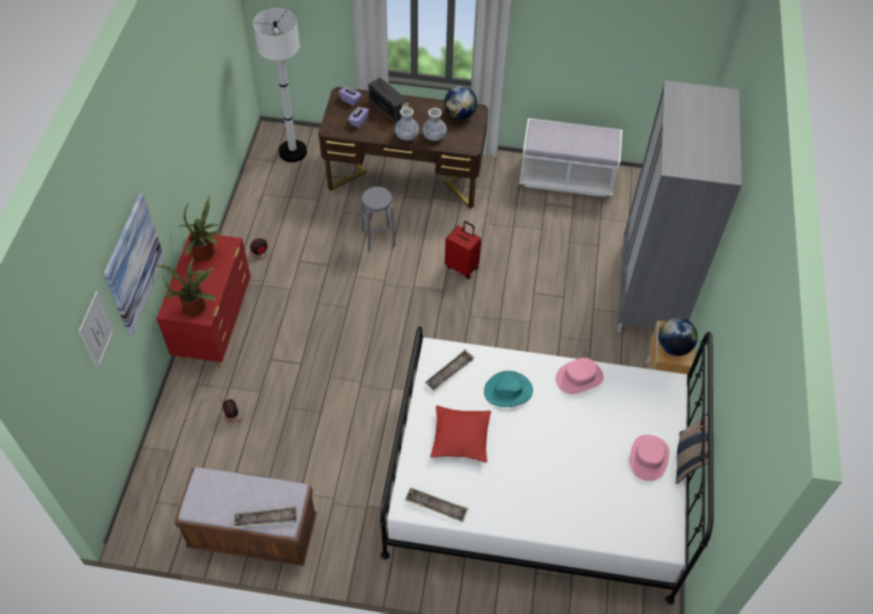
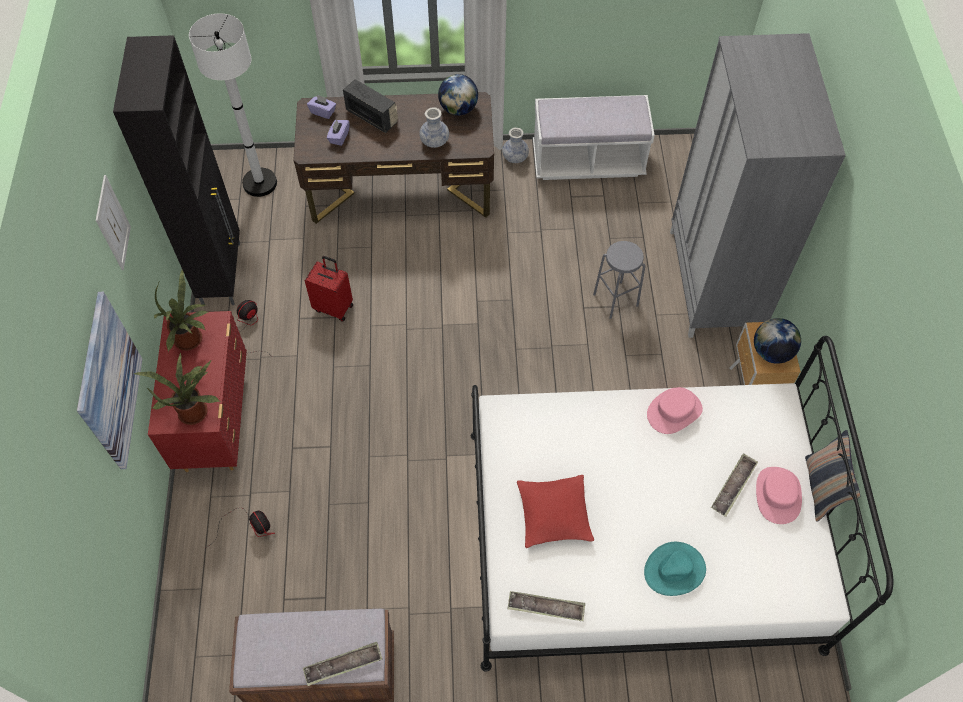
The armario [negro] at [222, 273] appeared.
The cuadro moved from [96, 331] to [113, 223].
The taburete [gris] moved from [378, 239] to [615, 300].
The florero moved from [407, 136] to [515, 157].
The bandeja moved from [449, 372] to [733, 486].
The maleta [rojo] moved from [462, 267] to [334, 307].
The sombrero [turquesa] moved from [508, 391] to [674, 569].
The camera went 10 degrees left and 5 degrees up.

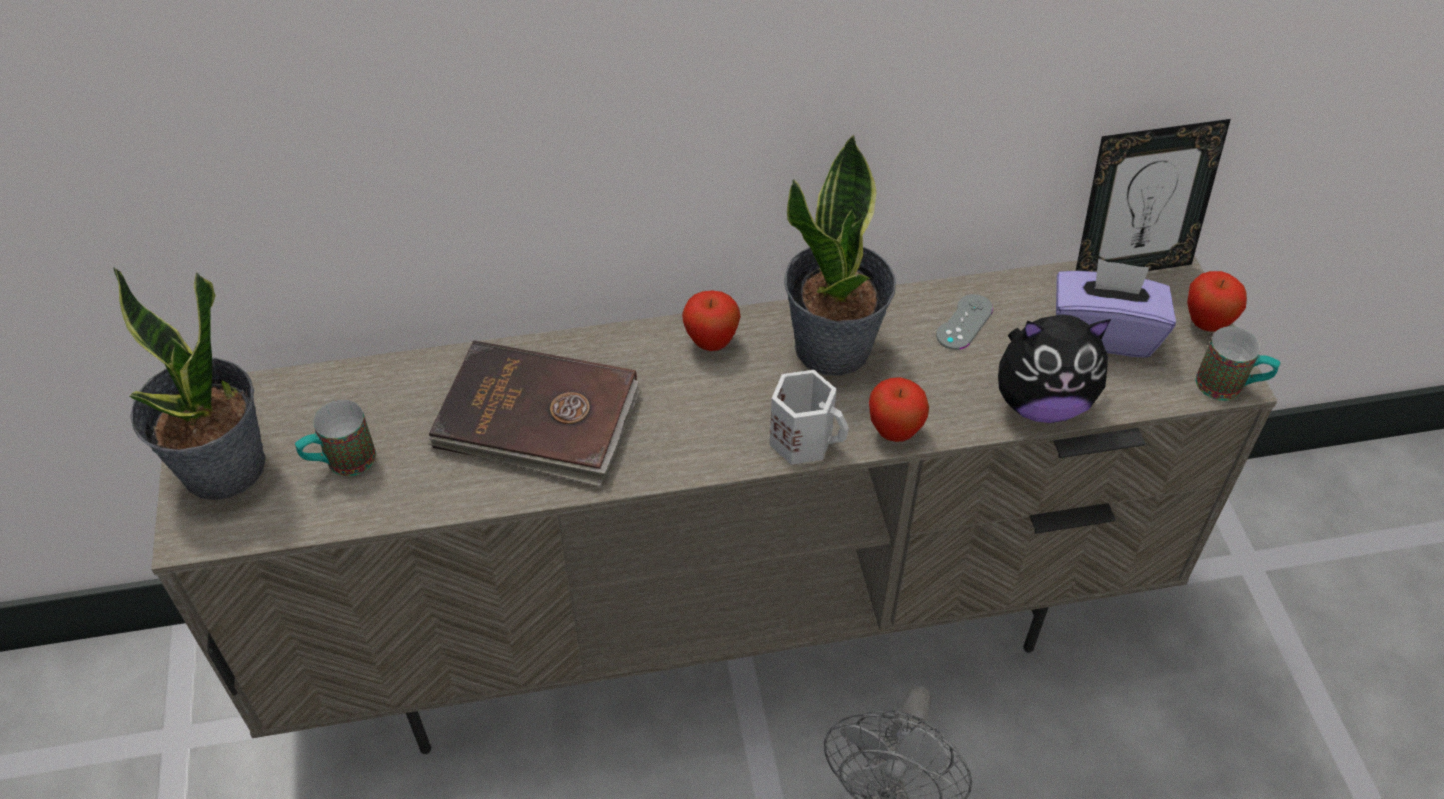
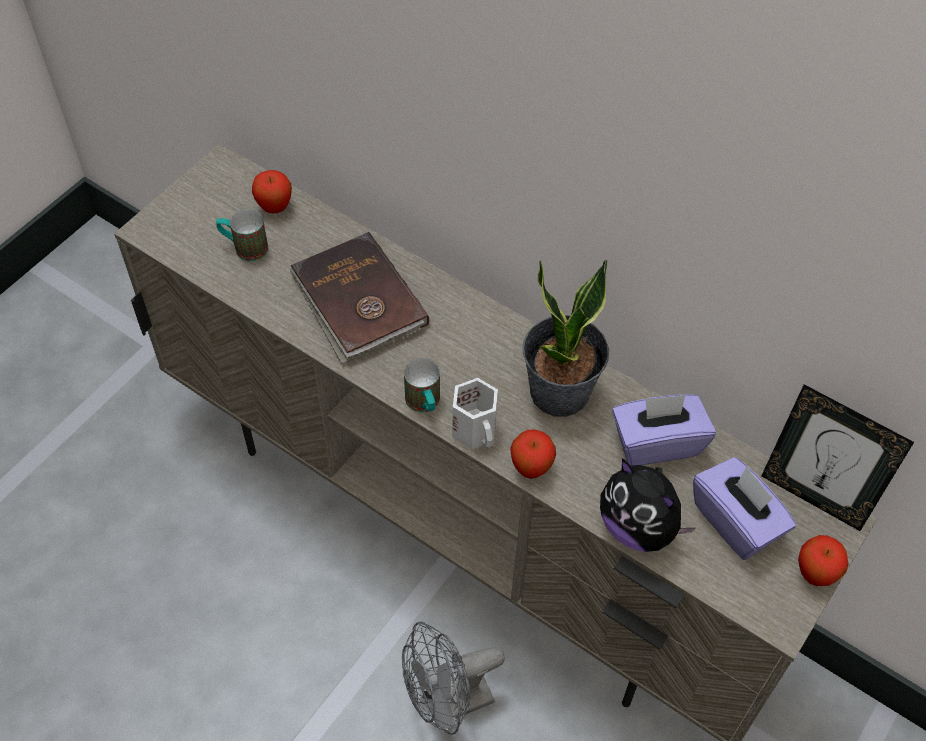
The planta en maceta at [223, 468] disappeared.
The manzana moved from [711, 342] to [275, 207].
The taza grande moved from [1229, 387] to [425, 405].
The mando de consola [gris] at [964, 322] was replaced by the caja de pañuelos [morado] at [657, 442].
The camera went 45 degrees right and 5 degrees up.

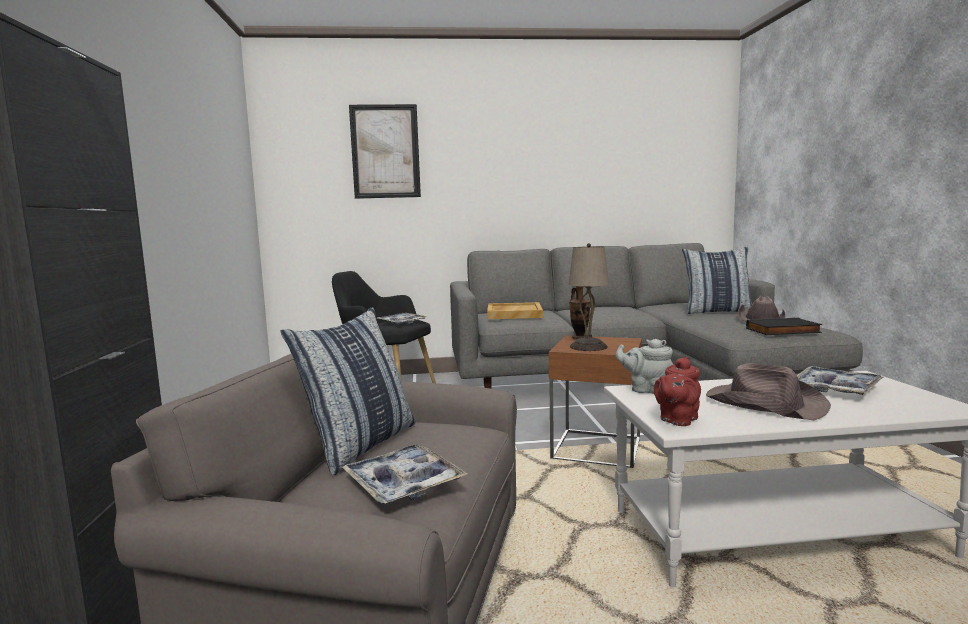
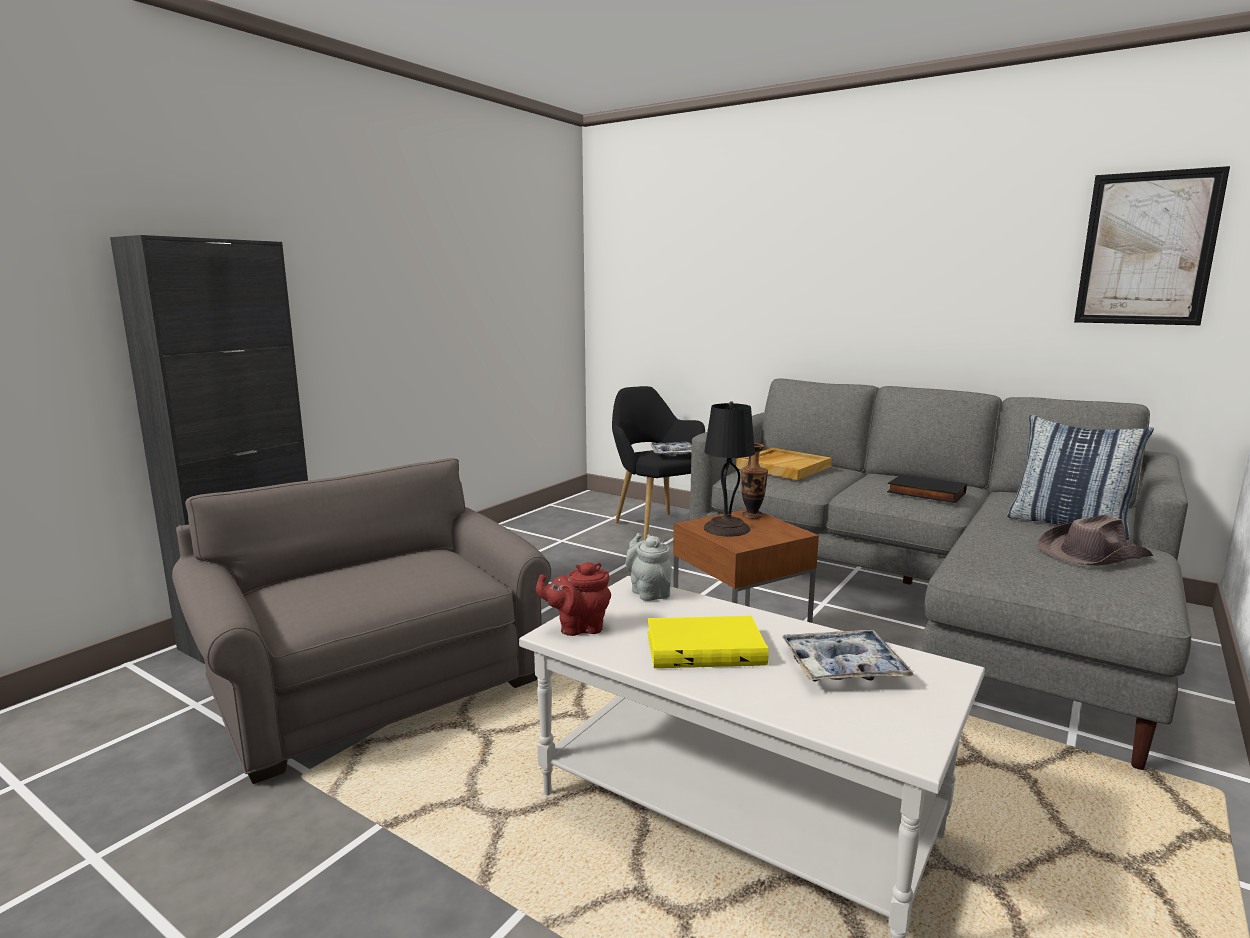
The cojín at [361, 445] disappeared.
The bandeja at [403, 484] disappeared.
The cuadro moved from [385, 151] to [1147, 249].
The libro [negro] moved from [783, 331] to [925, 493].
The sombrero [marrón] at [764, 403] was replaced by the libro [amarillo] at [705, 647].
The lámpara de mesa [beis] at [589, 347] became the lámpara de mesa [negro] at [726, 529].
The camera went 40 degrees right and 5 degrees up.

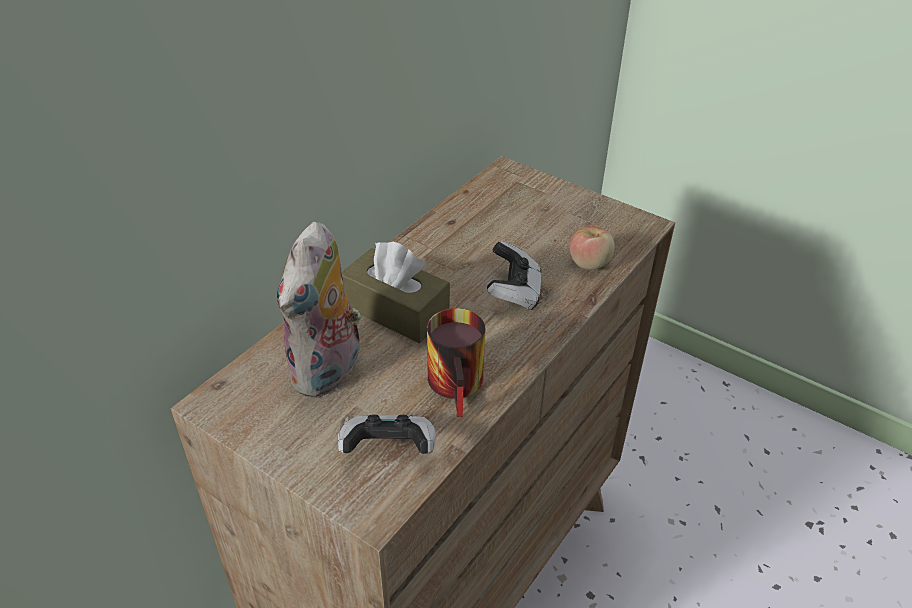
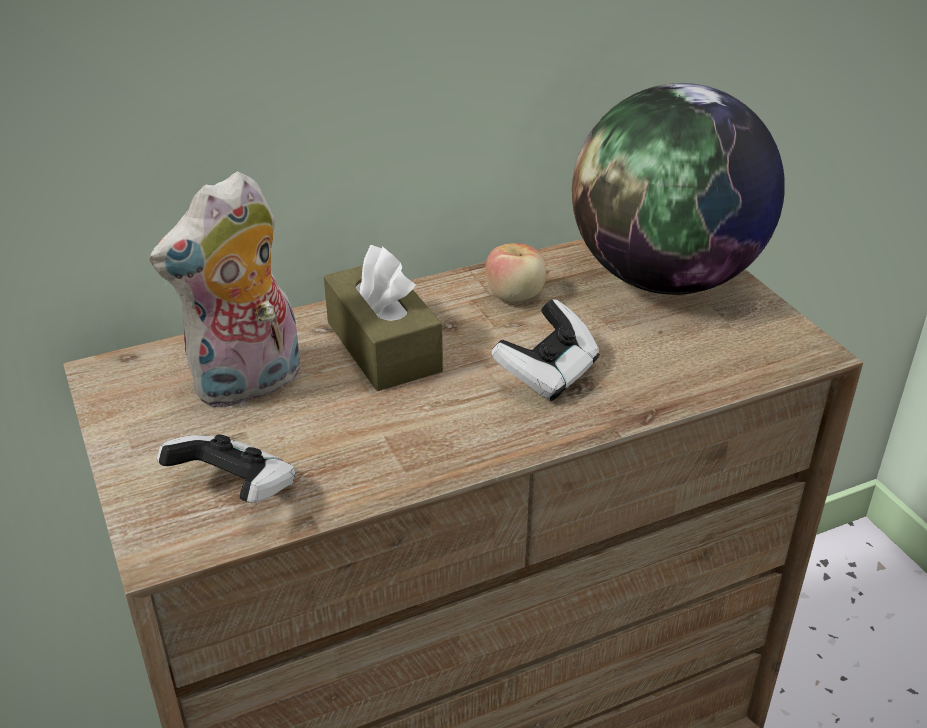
The taza grande at [461, 385] disappeared.
The globo terráqueo at [665, 279] appeared.
The manzana moved from [589, 263] to [515, 295].
The camera went 30 degrees right and 5 degrees down.

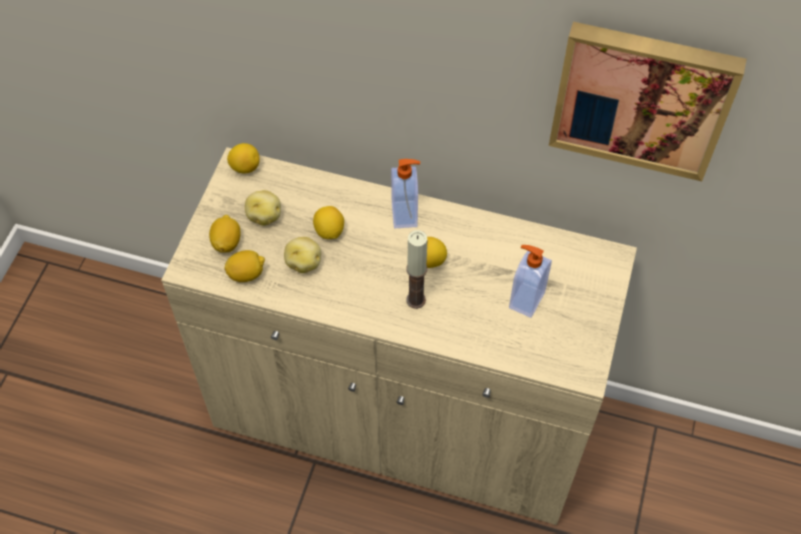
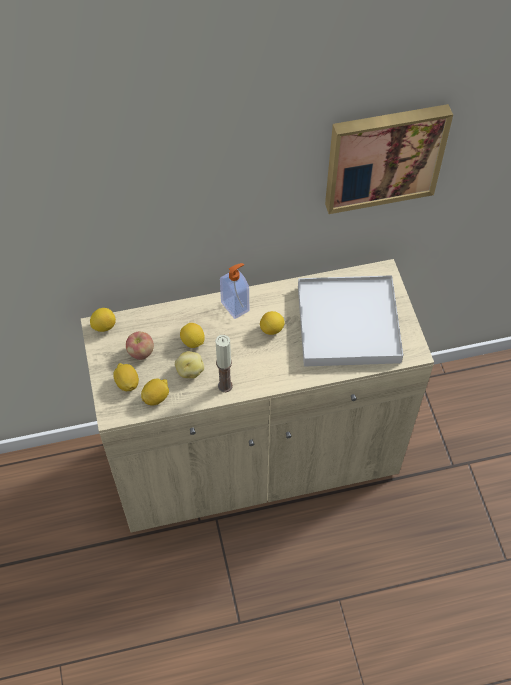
The vela moved from [415, 300] to [225, 386].
The patata at [264, 215] was replaced by the manzana at [141, 352].
The dispensador de jabón at [525, 299] was replaced by the bandeja [blanco] at [348, 324].
The camera went 30 degrees left and 0 degrees up.

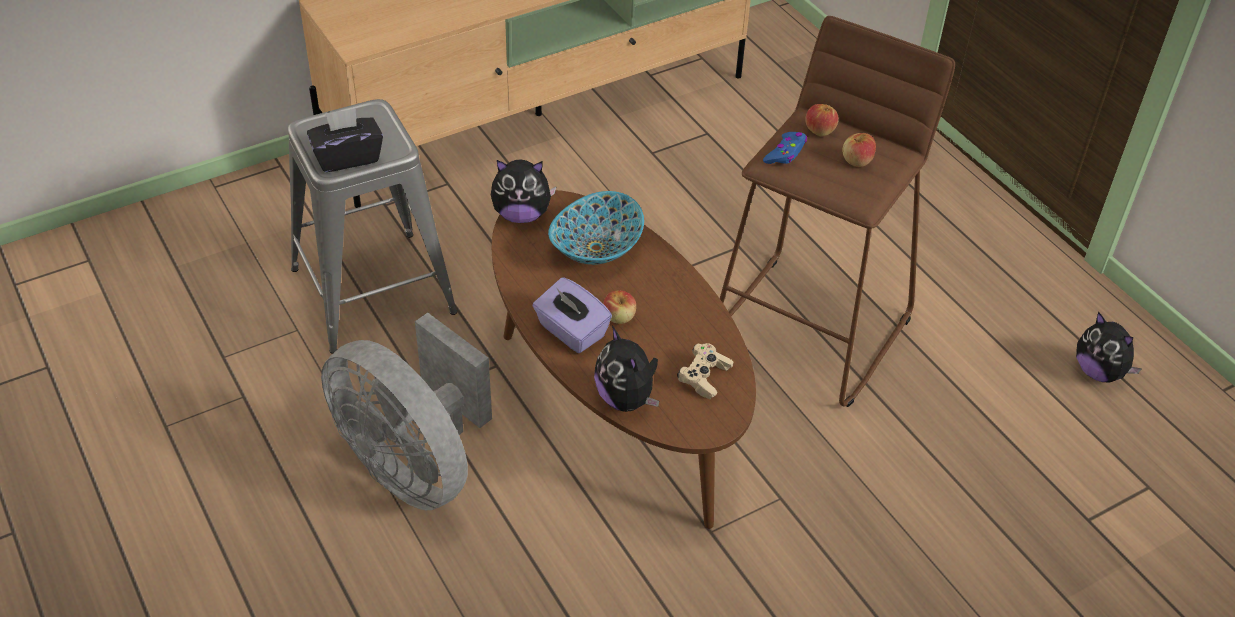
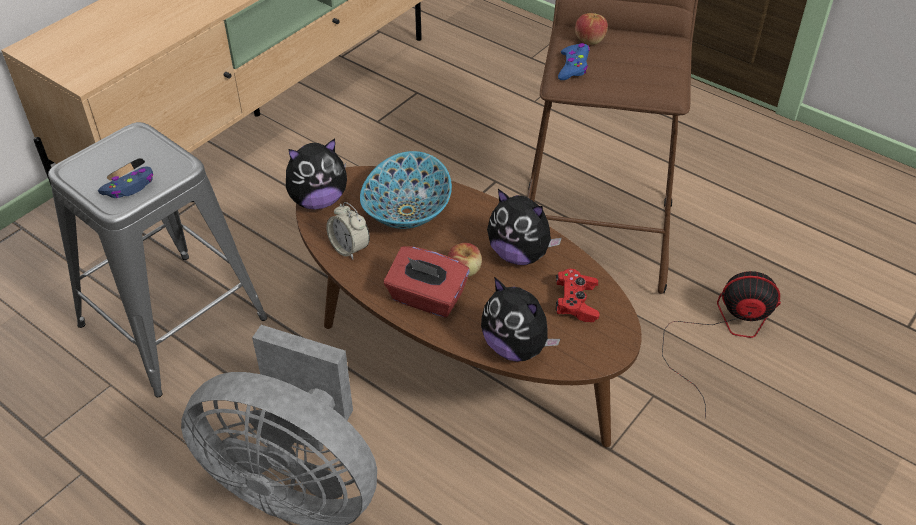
The manzana at [857, 161] disappeared.
The despertador at [349, 248] appeared.
The ventilador at [722, 335] appeared.
The peluche moved from [1099, 372] to [519, 254].
The caja de pañuelos [negro] at [347, 157] was replaced by the mando de consola [azul] at [130, 188].
The caja de pañuelos [morado] at [571, 332] became the caja de pañuelos [rojo] at [426, 298].
The mando de consola [beis] at [704, 377] became the mando de consola [rojo] at [576, 303].
The camera went 20 degrees left and 0 degrees up.

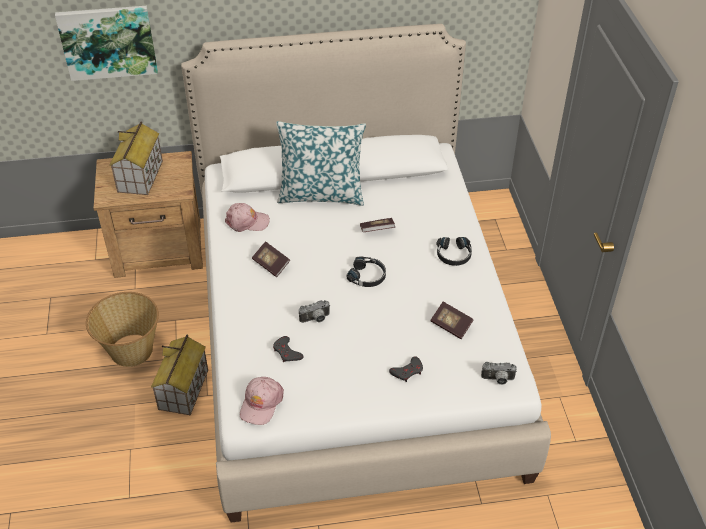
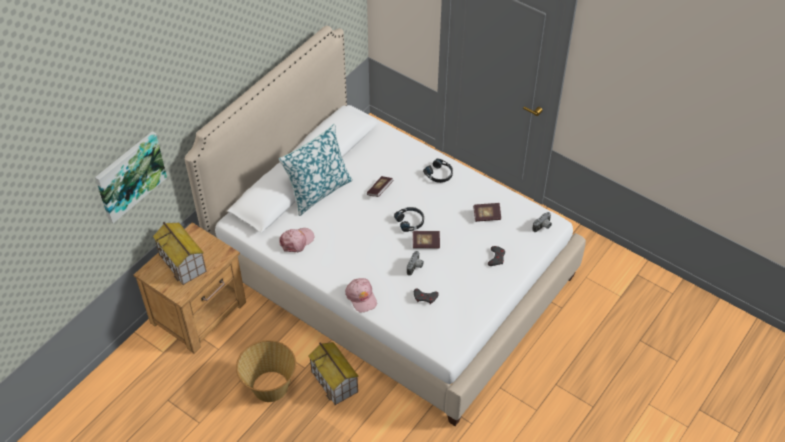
The gorra [rosa] moved from [261, 403] to [361, 297].
The libro moved from [271, 264] to [426, 243].
The camera went 45 degrees left and 5 degrees up.

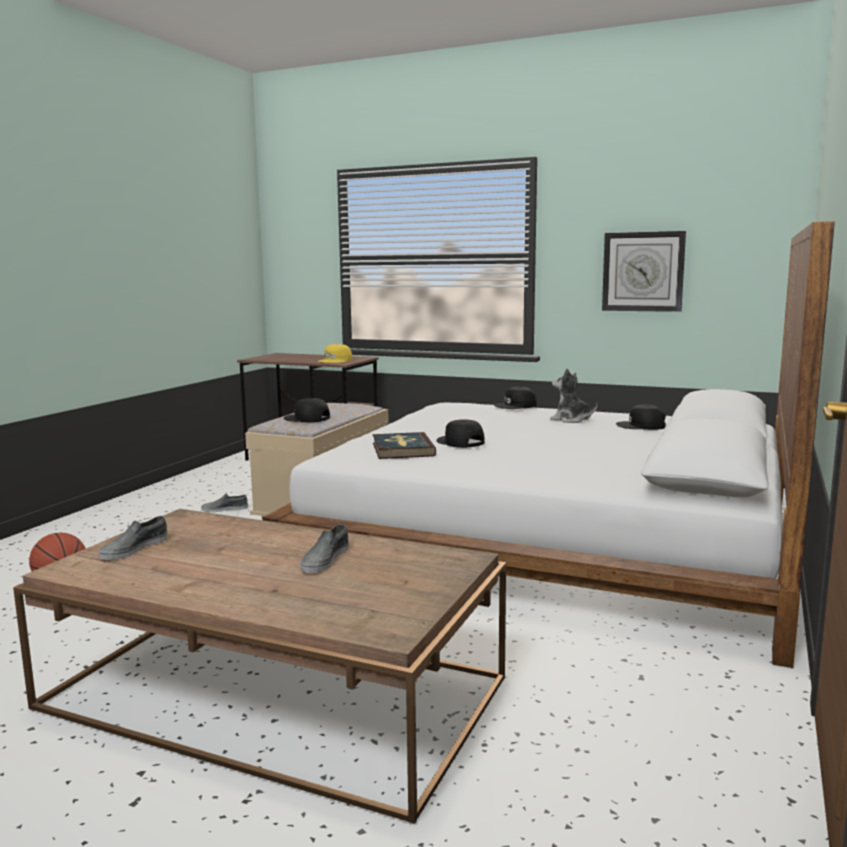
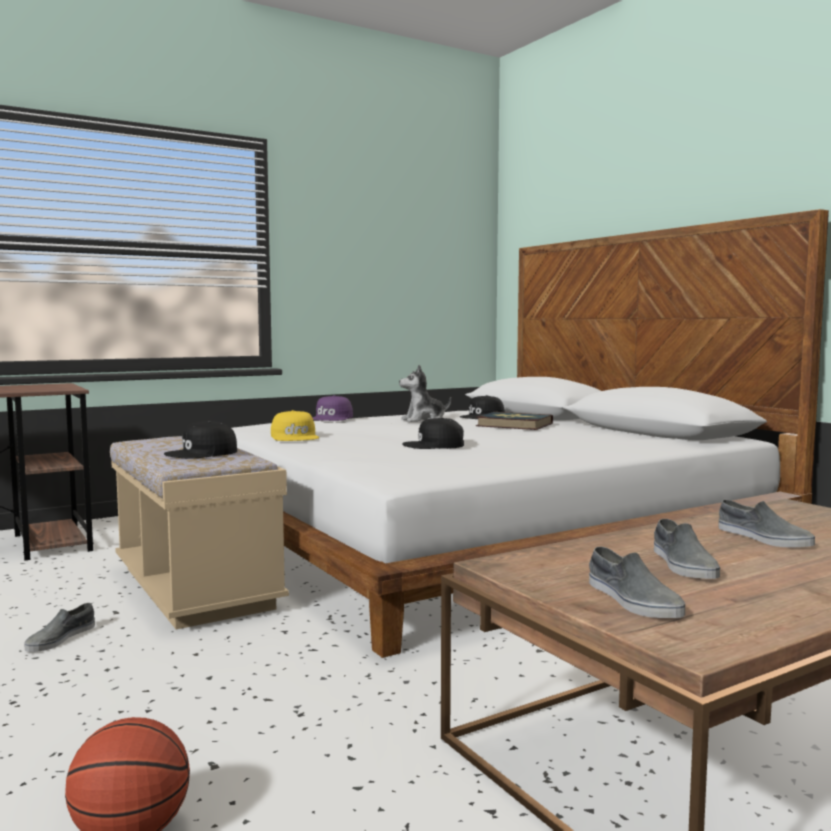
The reloj de pared at [643, 271] disappeared.
The zapato [gris] at [683, 564] appeared.
The gorra [amarillo] moved from [335, 360] to [295, 437].
The libro moved from [402, 449] to [514, 425].
The gorra [negro] at [516, 406] became the gorra [morado] at [332, 418].
The camera went 55 degrees left and 5 degrees down.

